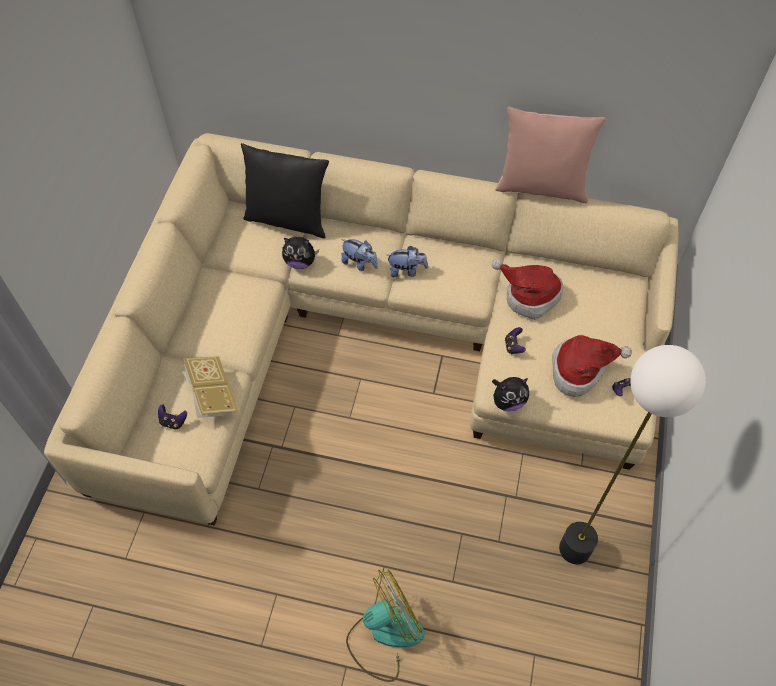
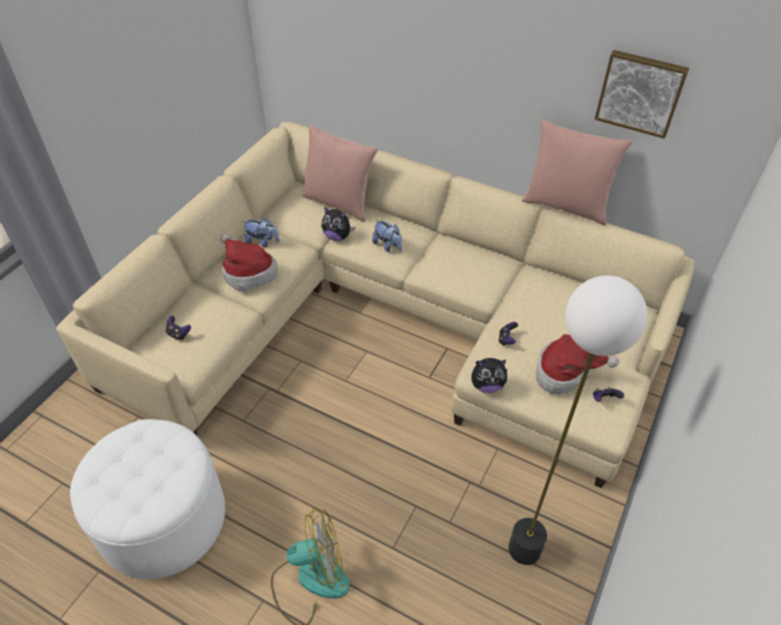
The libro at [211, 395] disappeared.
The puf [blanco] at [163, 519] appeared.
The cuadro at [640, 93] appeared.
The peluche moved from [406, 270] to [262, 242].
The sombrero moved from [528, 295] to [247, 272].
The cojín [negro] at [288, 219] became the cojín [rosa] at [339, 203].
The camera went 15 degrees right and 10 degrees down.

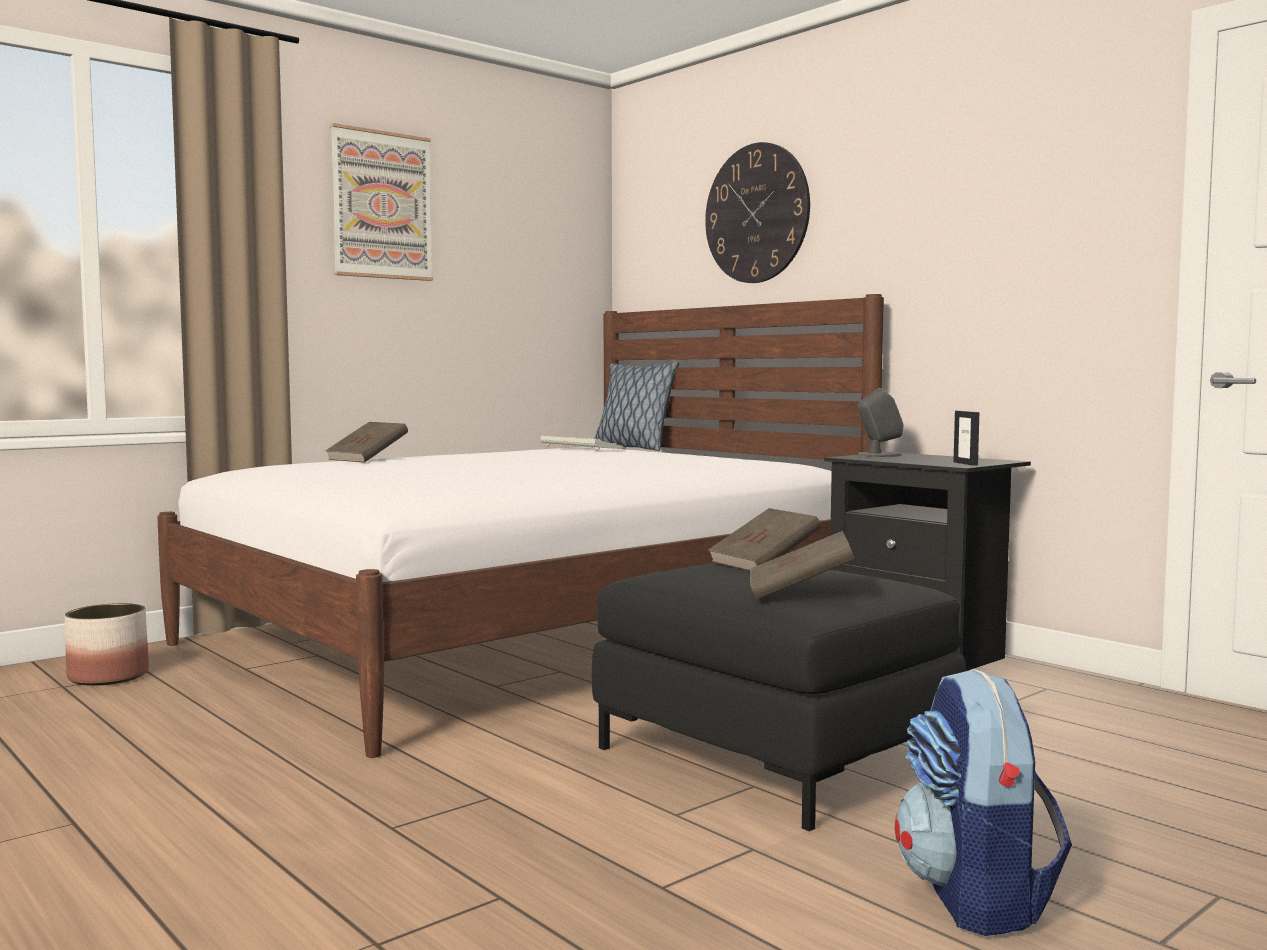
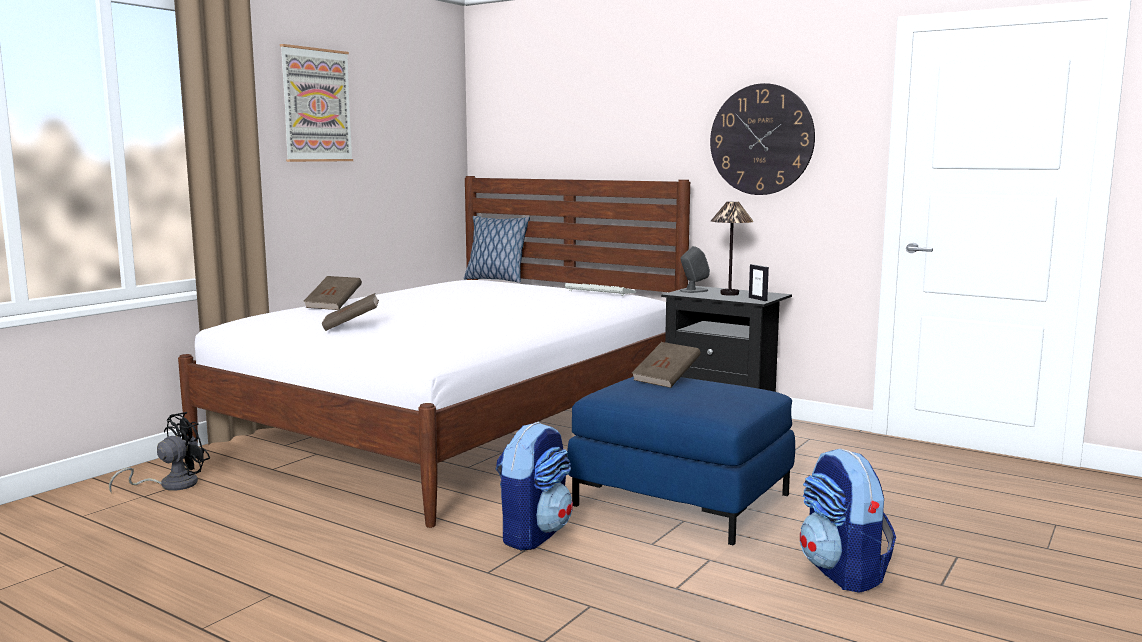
The mochila at [534, 534] appeared.
The lámpara de mesa at [729, 294] appeared.
The teclado moved from [578, 447] to [598, 292].
The reloj de pared moved from [756, 213] to [761, 139].
The libro [marrón] moved from [800, 592] to [351, 326].
The maceta at [107, 676] was replaced by the ventilador [negro] at [171, 485].
The puf [negro] at [774, 755] became the puf [azul] at [682, 499].
The camera went 15 degrees left and 5 degrees up.

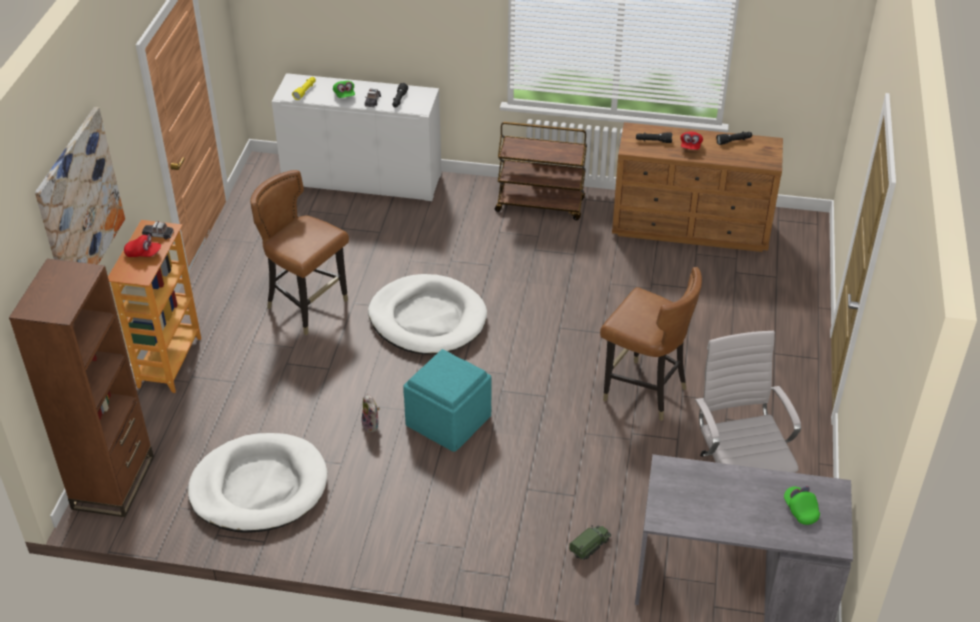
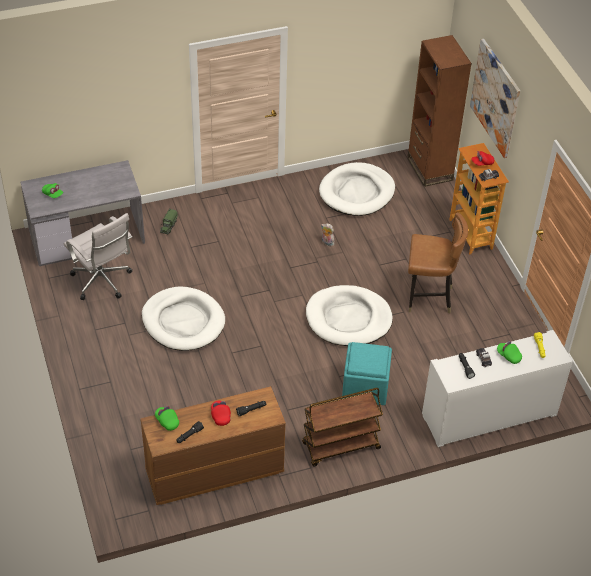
The gorra [verde] at [167, 421] appeared.
The puf [turquesa] moved from [447, 420] to [366, 386].
The silla [marrón] at [644, 391] was replaced by the cama para perro [blanco] at [183, 321].
The camera went 150 degrees right and 5 degrees up.

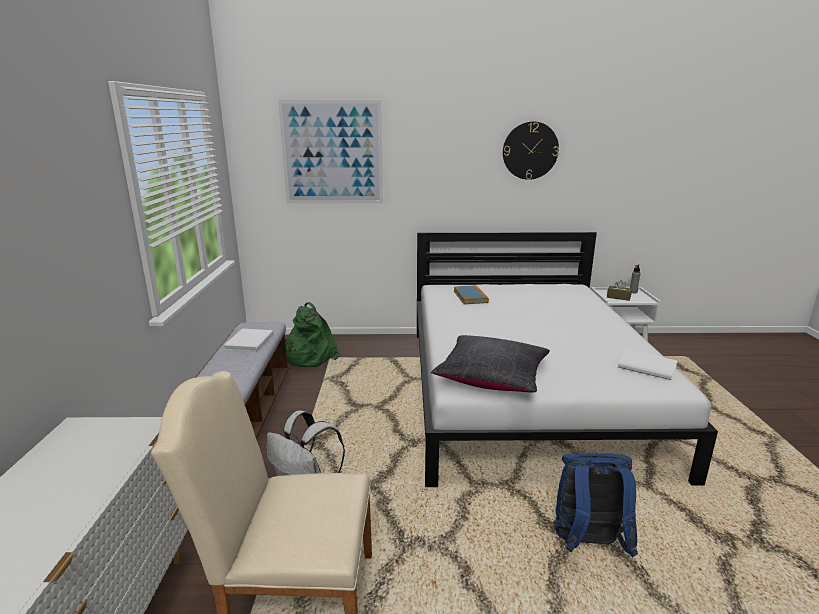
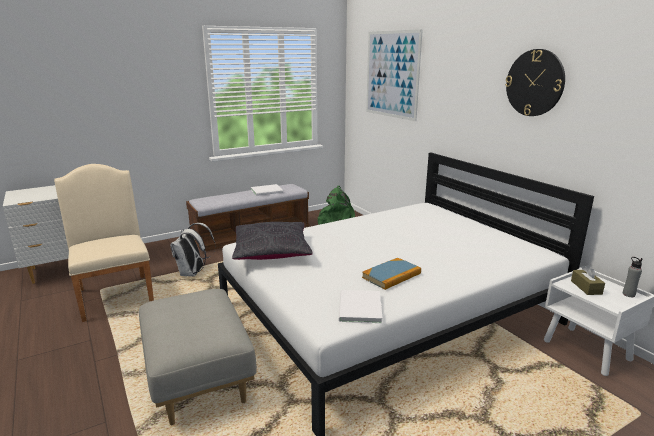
The libro moved from [470, 297] to [391, 276].
The mochila [azul] at [587, 544] was replaced by the puf [gris] at [197, 379].
The camera went 60 degrees right and 0 degrees up.

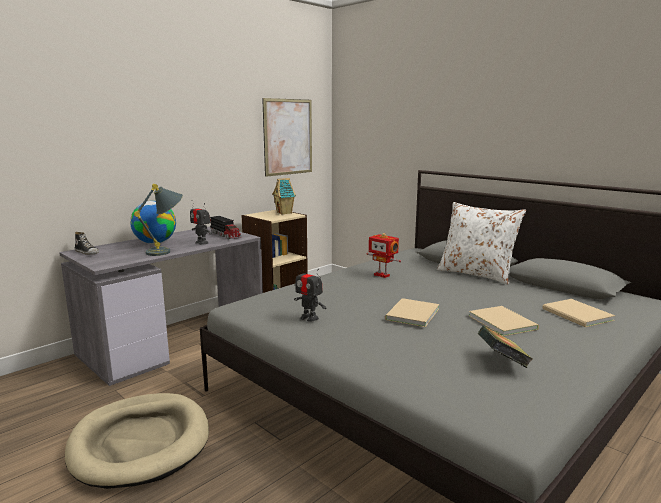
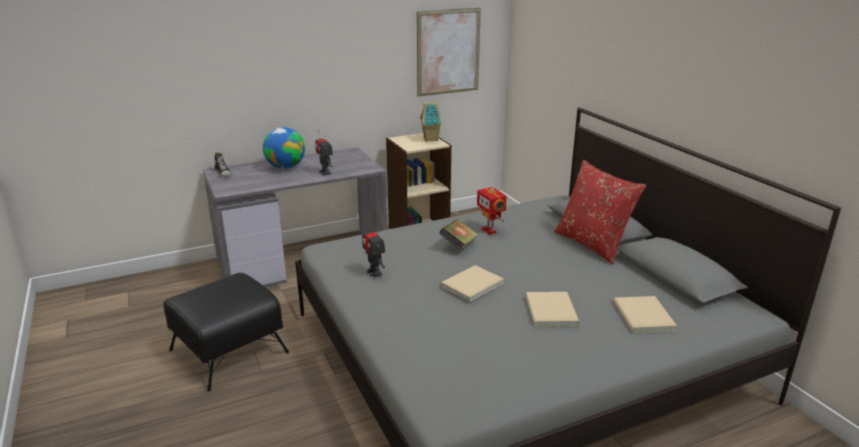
The lámpara de mesa [gris] at [167, 251] disappeared.
The camión de juguete at [225, 235] disappeared.
The libro moved from [502, 362] to [458, 246].
The cama para perro [beis] at [140, 443] was replaced by the puf [negro] at [230, 351].
The cojín [blanco] at [476, 274] became the cojín [rojo] at [593, 244].
The camera went 20 degrees right and 10 degrees up.

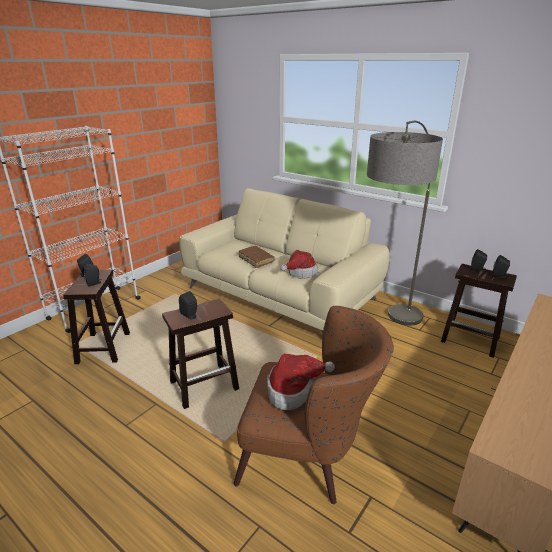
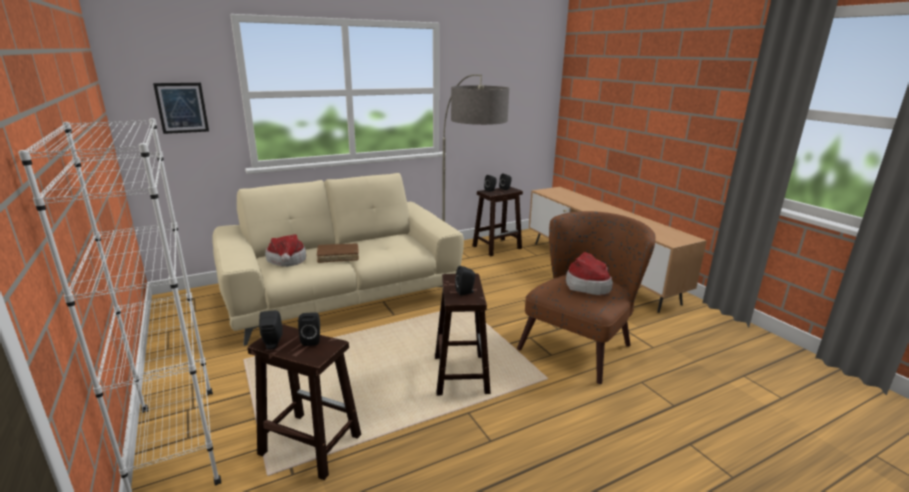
The cuadro at [182, 108] appeared.
The sombrero moved from [300, 272] to [287, 261].
The camera went 65 degrees left and 5 degrees down.

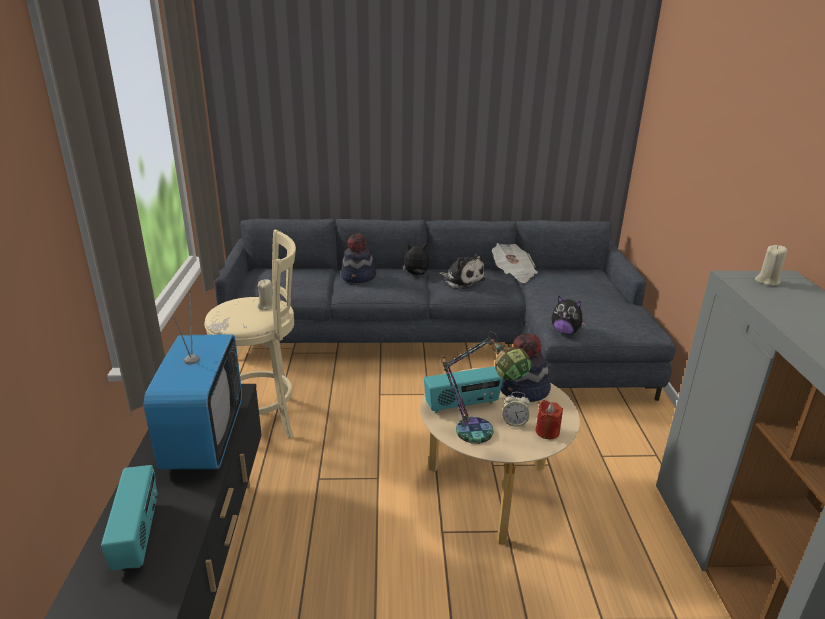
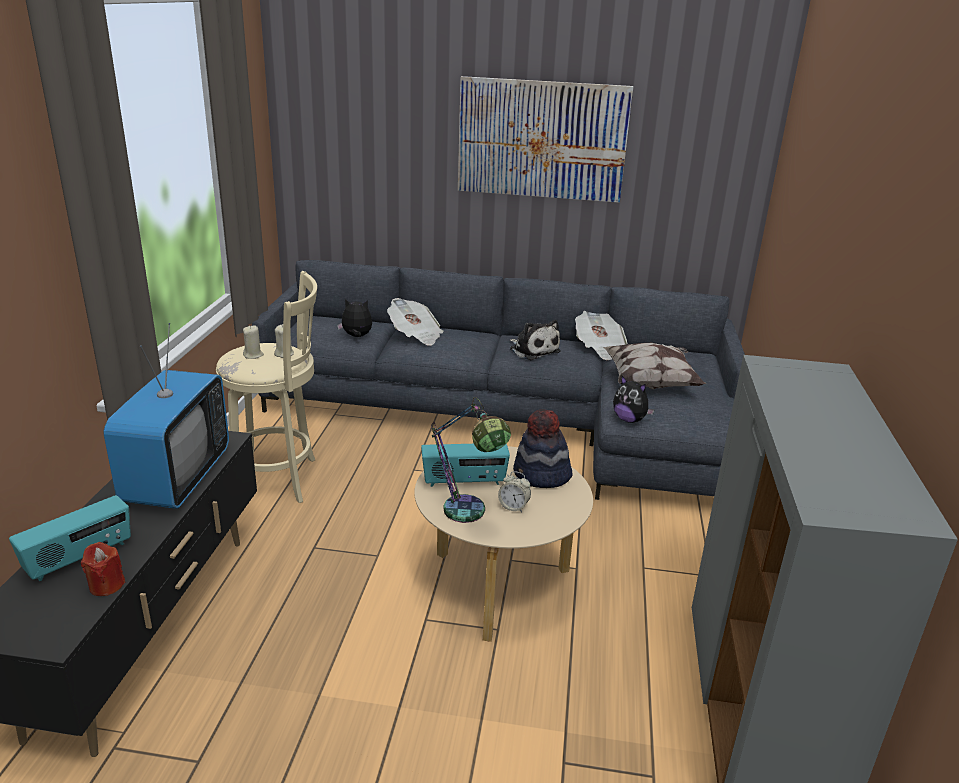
The cuadro at [542, 140] appeared.
The cojín at [650, 383] appeared.
The peluche moved from [416, 274] to [356, 336].
The vela [rojo] moved from [547, 432] to [106, 585].
The vela [beis] moved from [767, 281] to [253, 355].
The sombrero at [358, 277] was replaced by the periódico at [415, 336].
The radio at [138, 535] turned 45 degrees clockwise.
The camera went 10 degrees right and 0 degrees up.

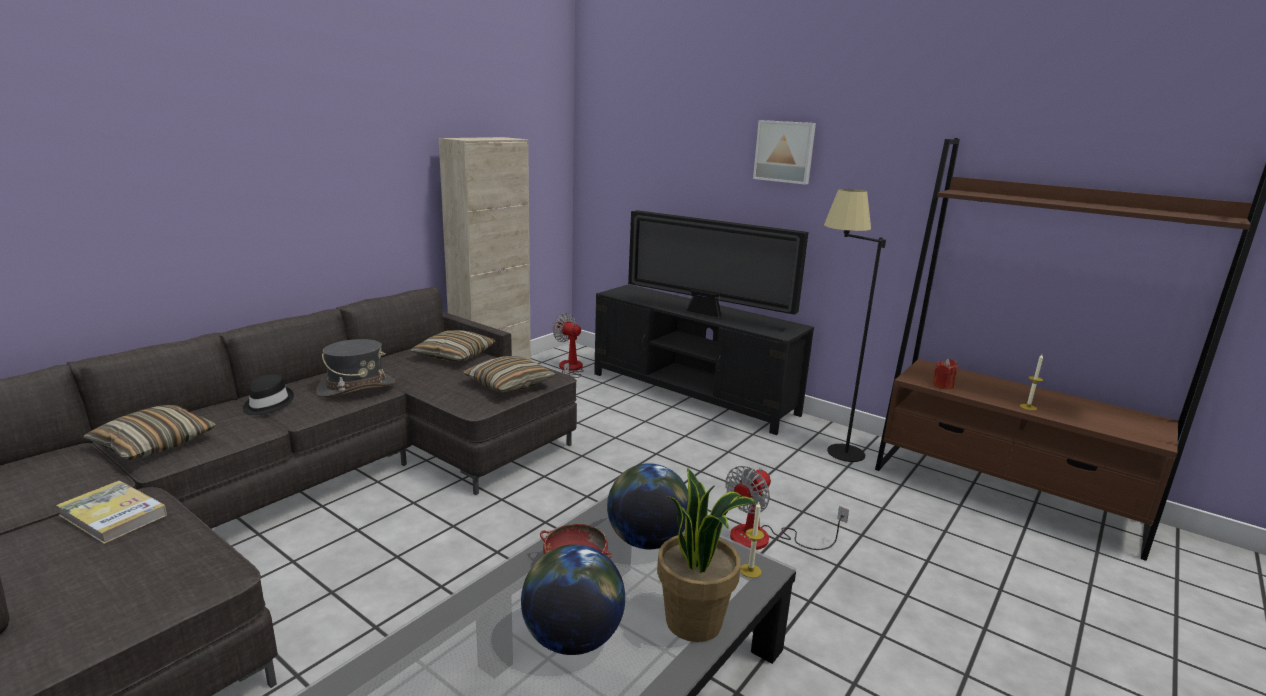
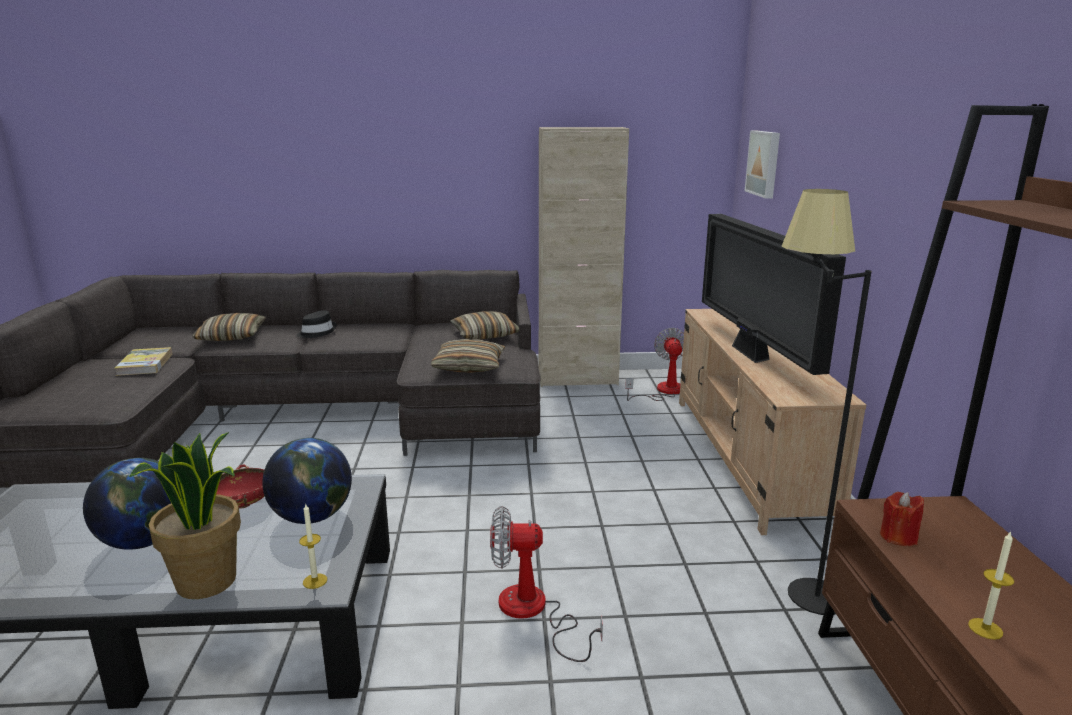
The sombrero [gris] at [356, 388] disappeared.
The cuadro moved from [784, 151] to [765, 163].
The mueble de televisión [negro] at [692, 394] became the mueble de televisión [beis] at [747, 456].
The camera went 50 degrees right and 0 degrees up.

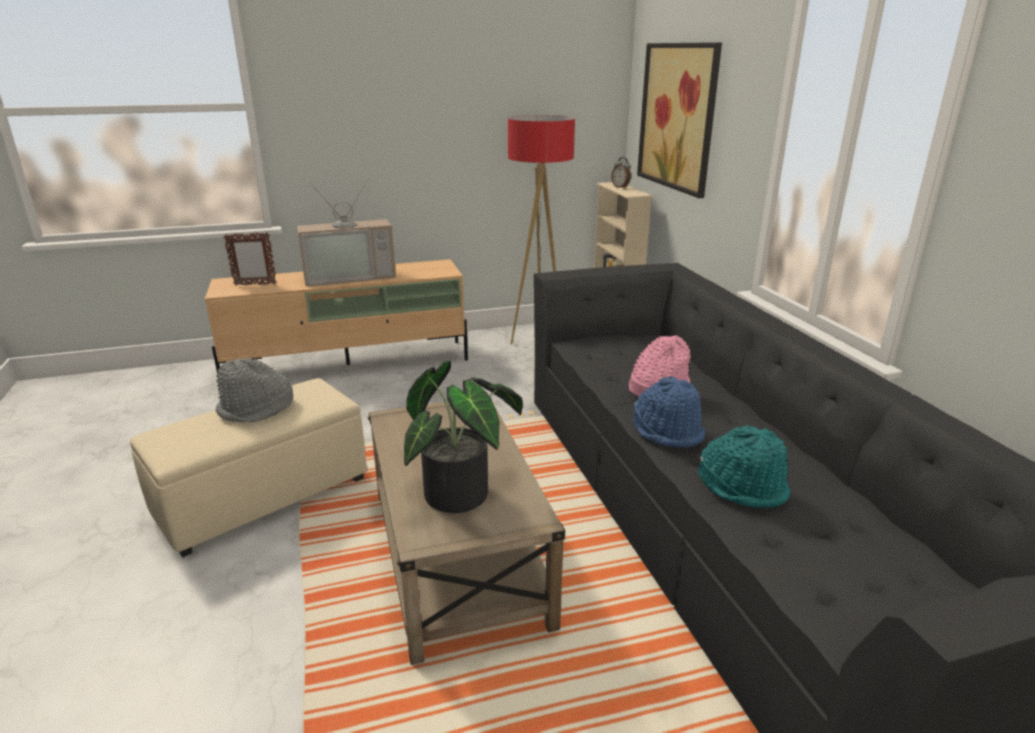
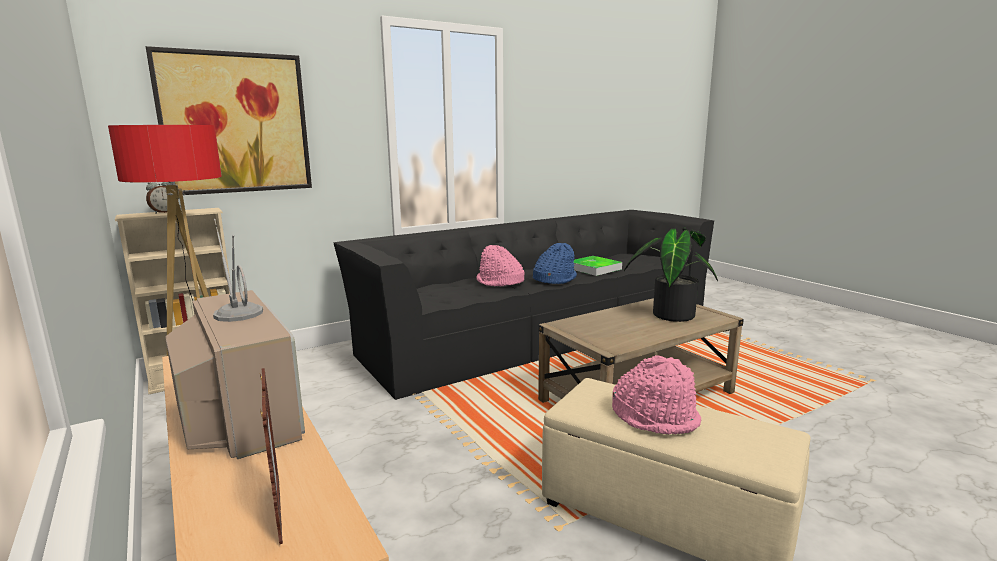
The sombrero [turquesa] at [743, 486] was replaced by the bandeja at [594, 269].
The sombrero [gris] at [256, 409] became the sombrero [rosa] at [655, 417].
The camera went 105 degrees left and 10 degrees down.

